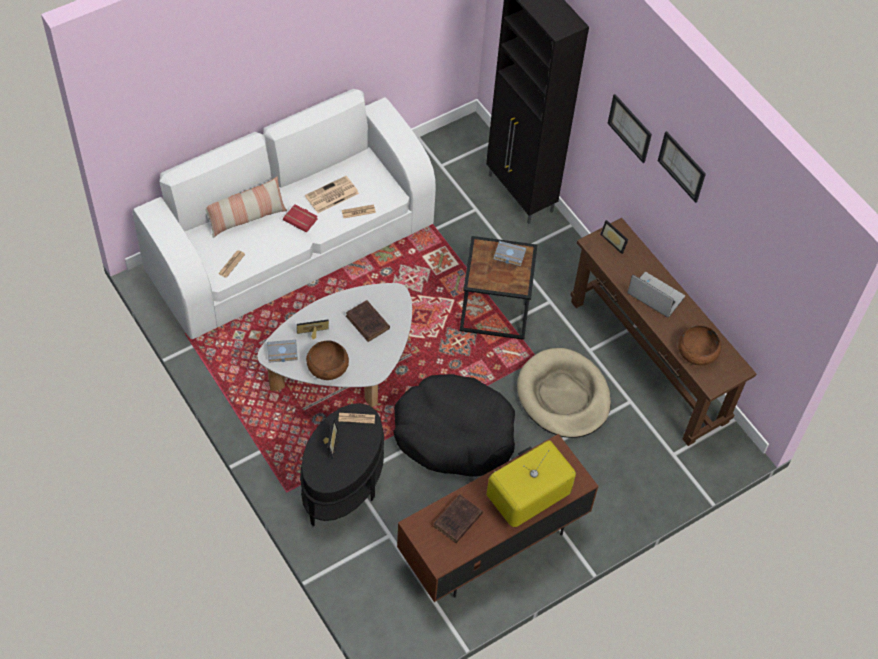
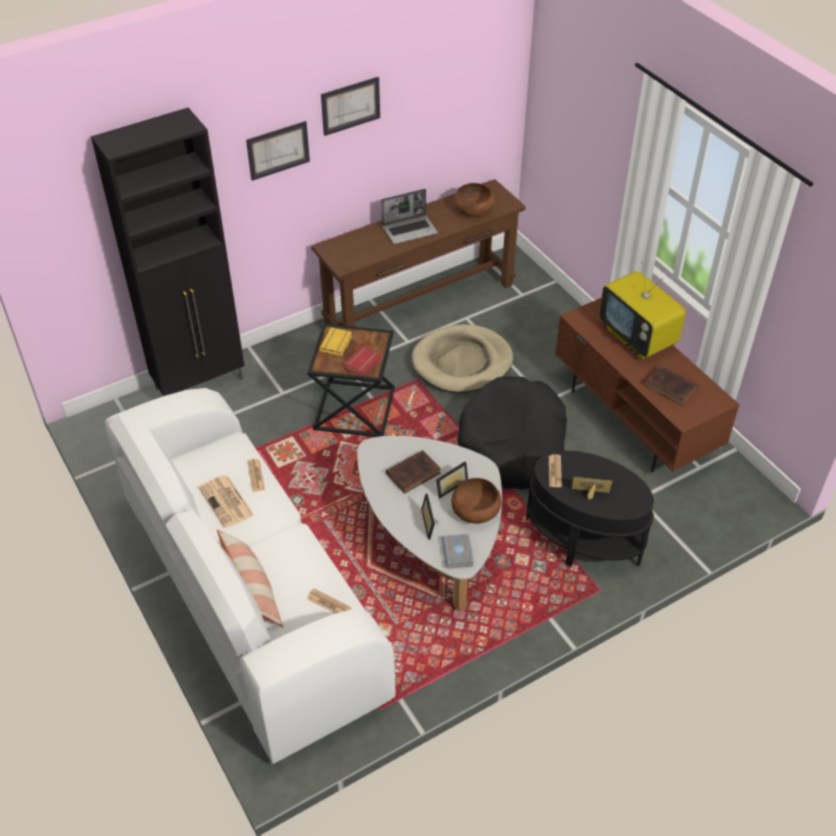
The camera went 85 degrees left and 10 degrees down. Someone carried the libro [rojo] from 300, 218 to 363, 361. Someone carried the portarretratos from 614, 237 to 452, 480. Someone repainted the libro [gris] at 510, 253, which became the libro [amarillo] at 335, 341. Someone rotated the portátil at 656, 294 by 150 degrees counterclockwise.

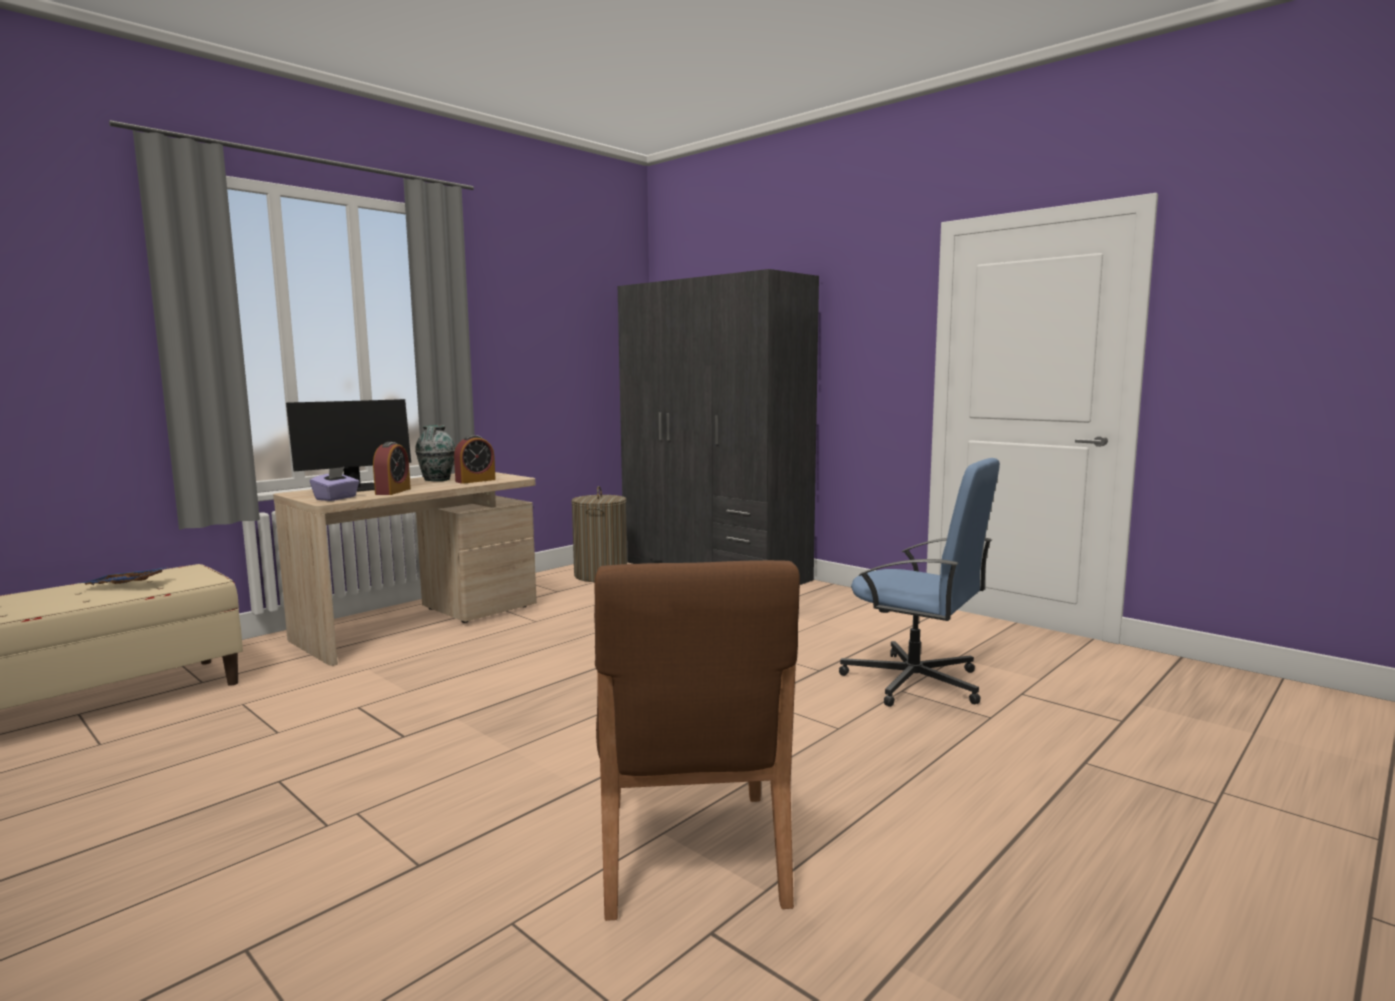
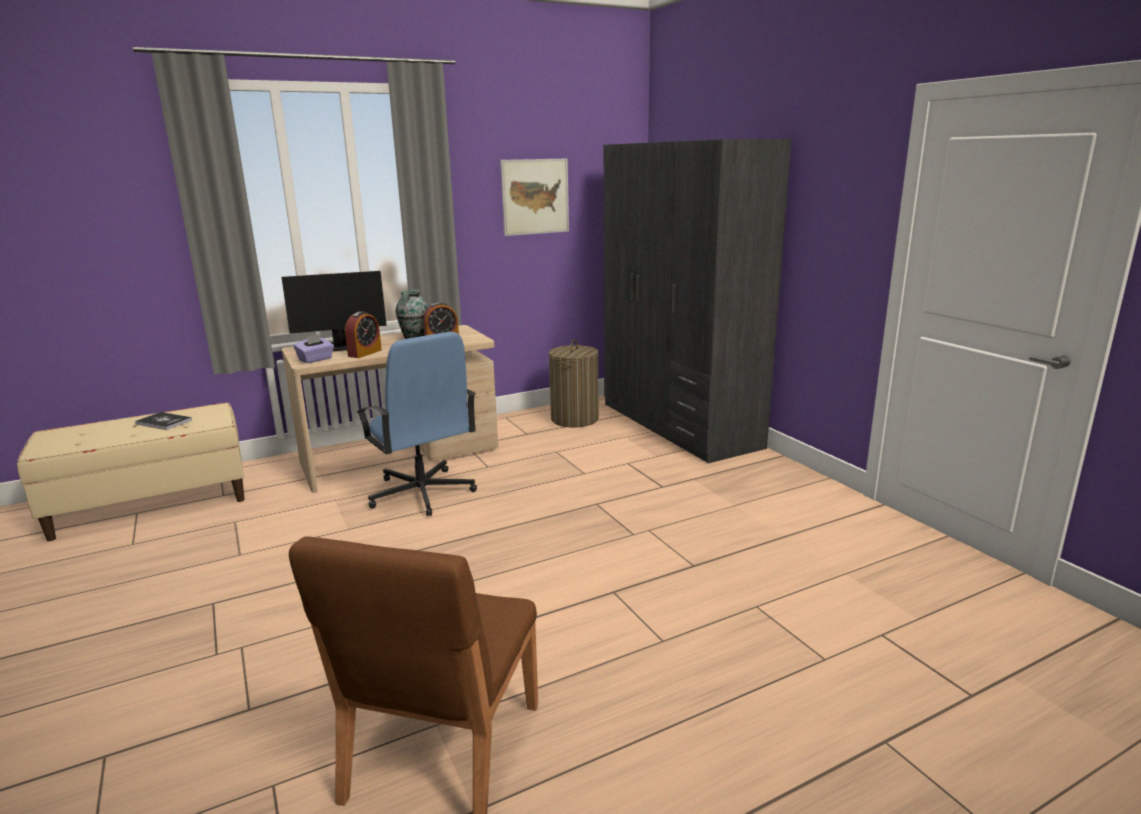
The camera went 20 degrees right and 10 degrees up. Someone carried the silla de oficina [azul] from 919, 582 to 416, 424. Someone swapped the bandeja [azul] at 124, 576 for the libro at 163, 421. Someone put up the cuadro at 534, 197.

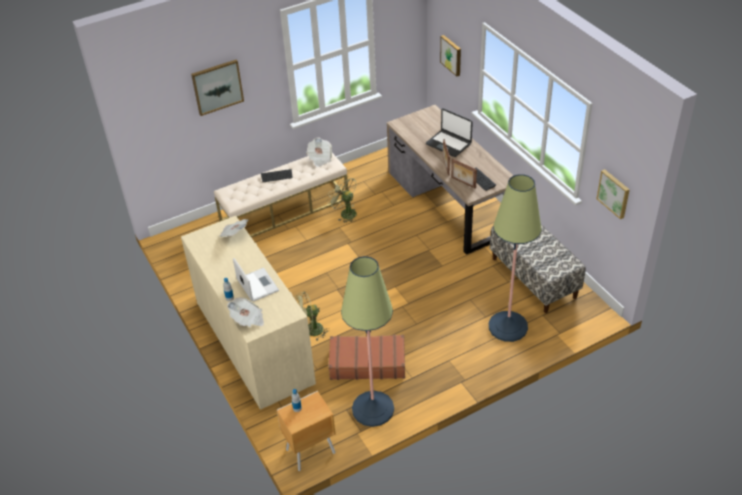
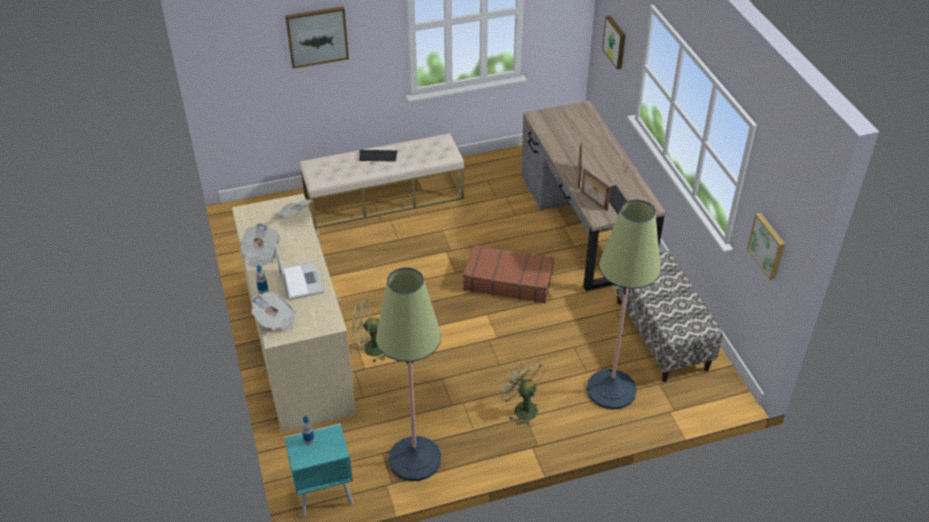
The camera went 10 degrees right and 0 degrees up. Someone took away the portátil at 449, 132. Someone carried the periódico from 319, 152 to 260, 245. Someone carried the ventilador [verde] from 342, 199 to 521, 392. Someone carried the maleta [marrón] from 366, 357 to 508, 274. Someone repainted the mesita de noche [marrón] at 306, 431, which became the mesita de noche [turquesa] at 319, 470.

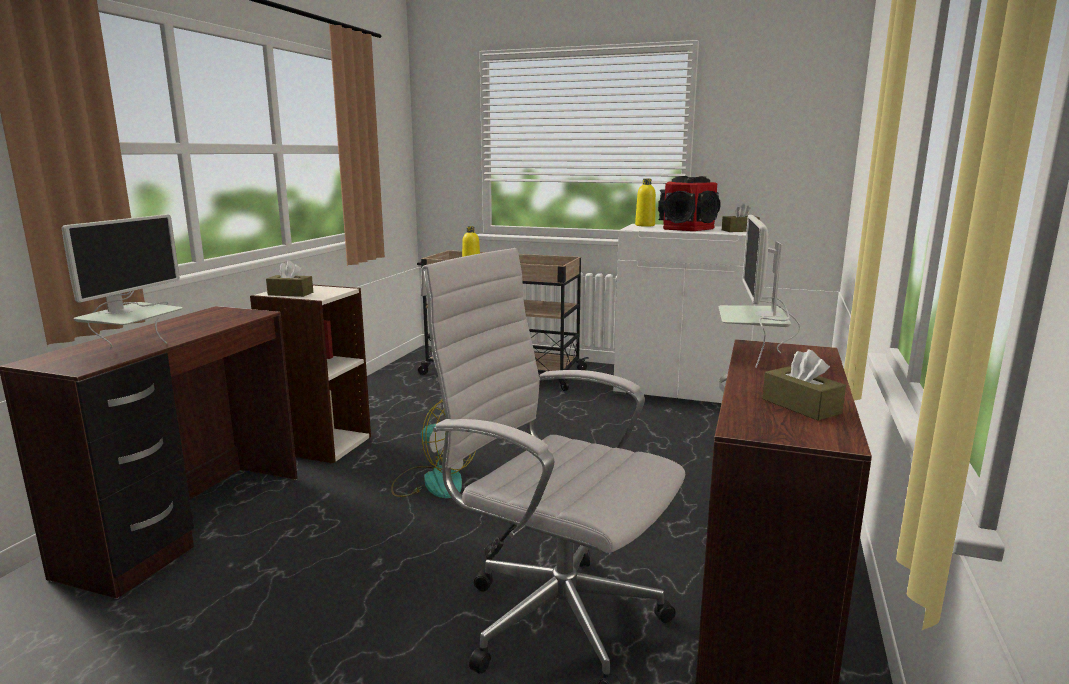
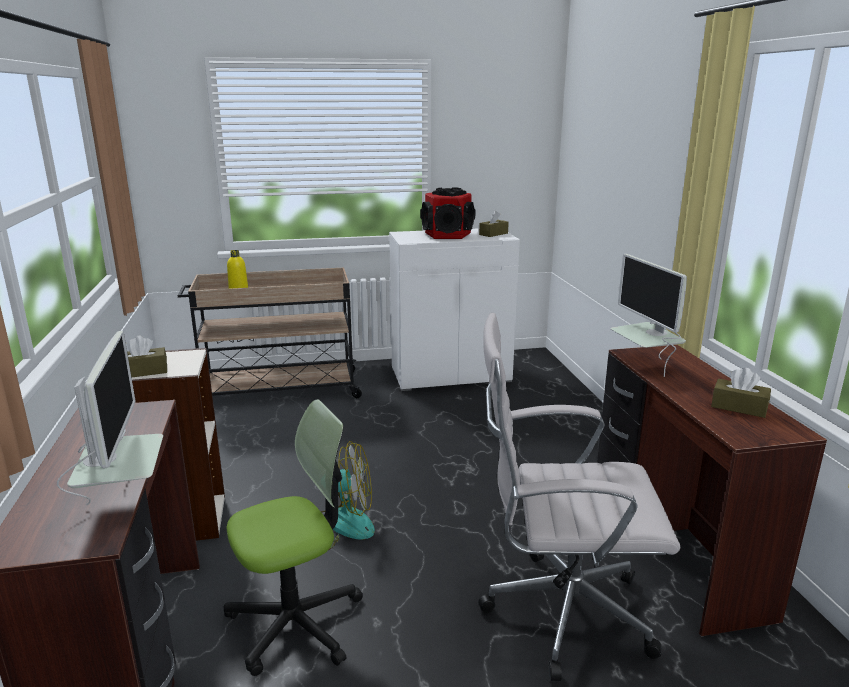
The camera went 30 degrees left and 5 degrees up. Someone took away the botella [amarillo] at 645, 202. Someone put down the silla de oficina at 293, 537.

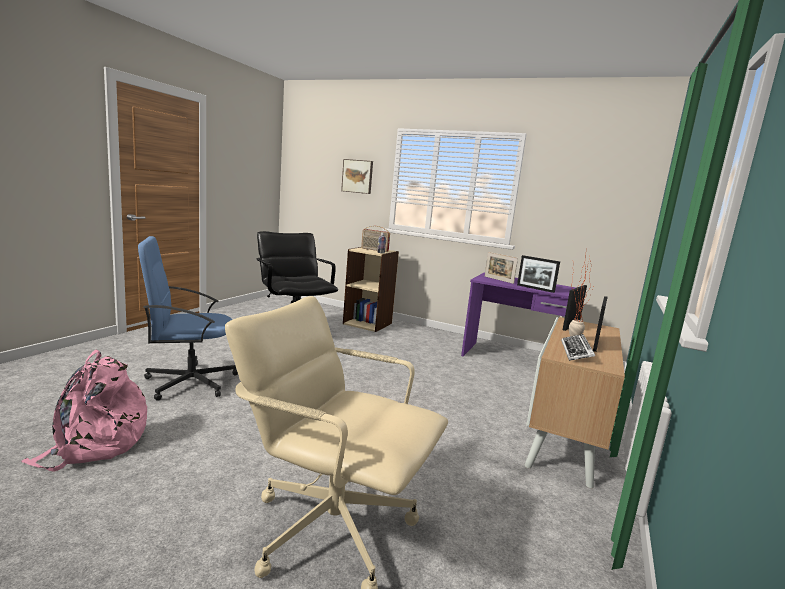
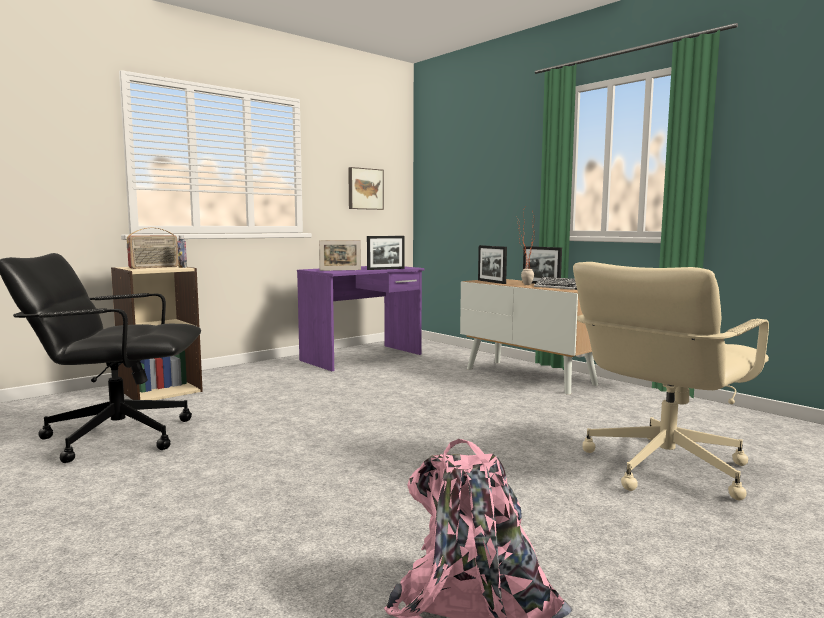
The camera went 65 degrees left and 5 degrees down. Someone carried the cuadro from 357, 176 to 366, 188. Someone took away the silla de oficina [azul] at 188, 318.

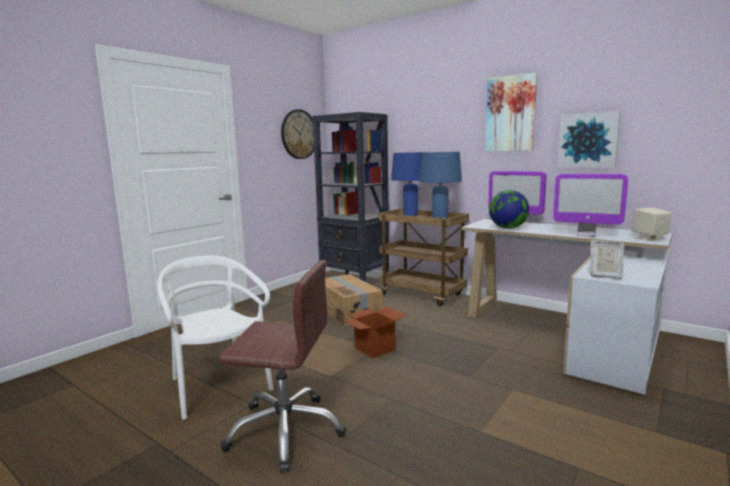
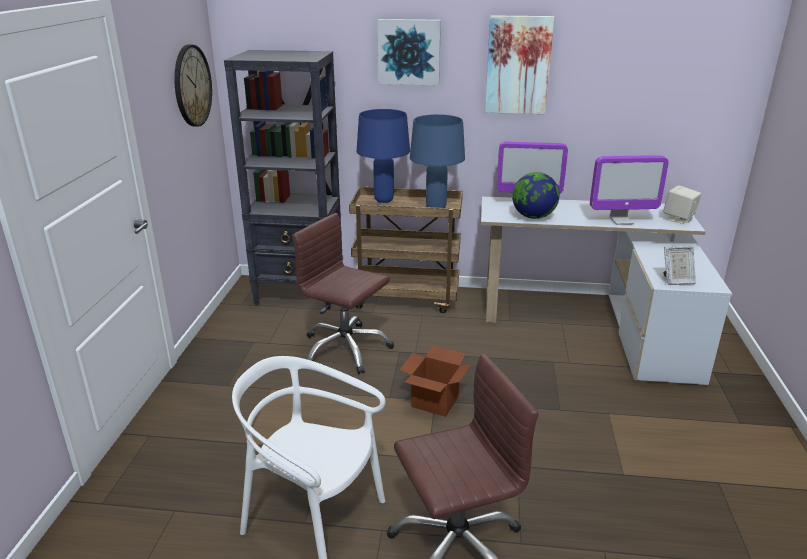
The camera went 30 degrees left and 15 degrees up. Someone carried the cuadro from 589, 139 to 409, 52. Someone swapped the caja de cartón at 354, 300 for the silla de oficina [marrón] at 343, 293.

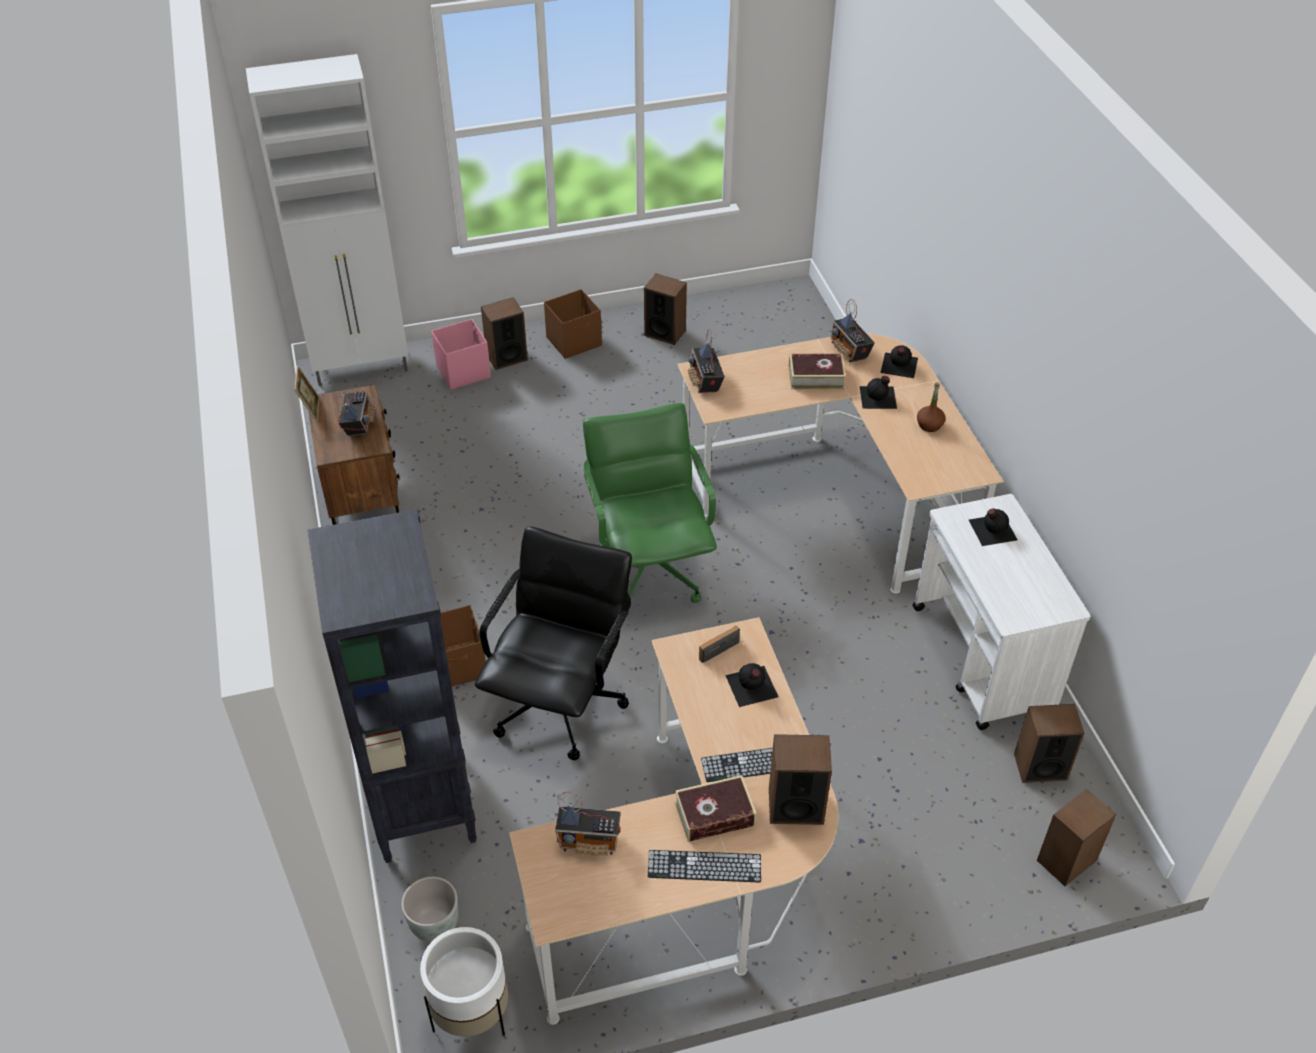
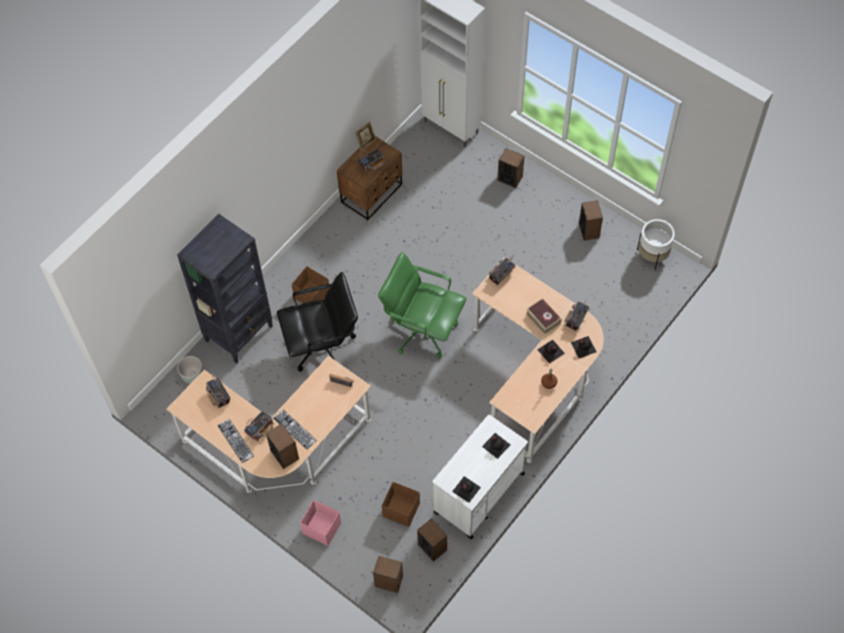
The camera went 55 degrees right and 15 degrees up. Someone carried the caja de almacenaje [marrón] from 573, 324 to 400, 504. Someone carried the caja de almacenaje [rosa] from 461, 354 to 320, 523. Someone rotated the silla de oficina [verde] at 650, 509 by 105 degrees counterclockwise. Someone carried the botella [negro] from 752, 685 to 466, 489. Someone swapped the libro at 716, 808 for the radio at 259, 426. Someone carried the maceta [blanco] from 464, 982 to 656, 244.

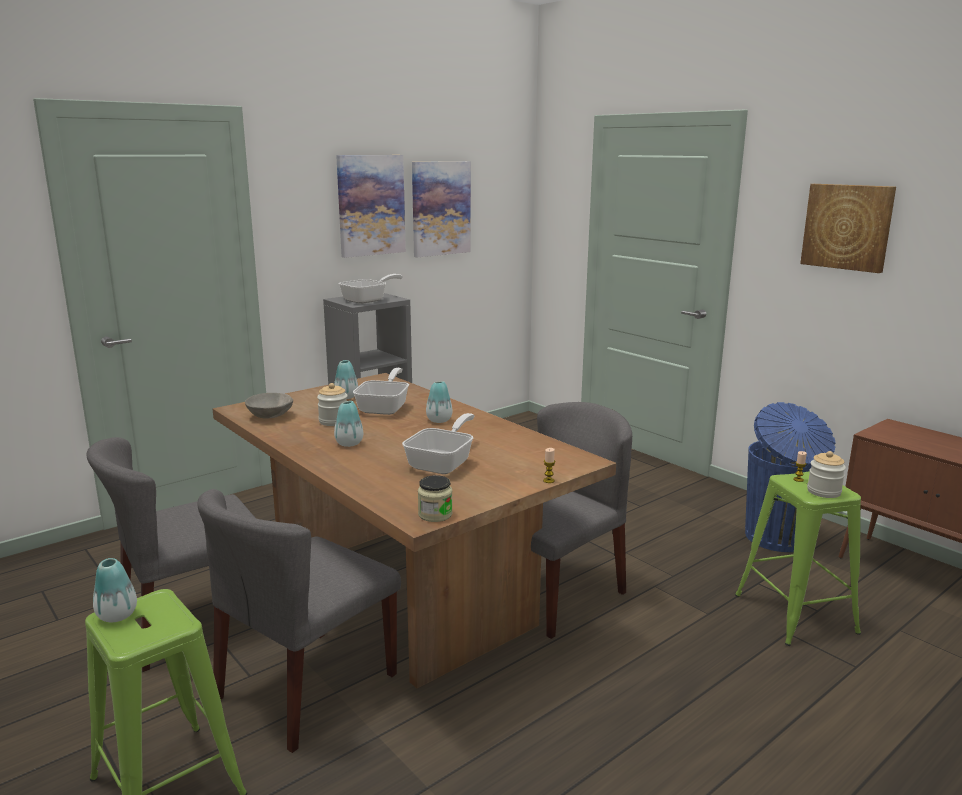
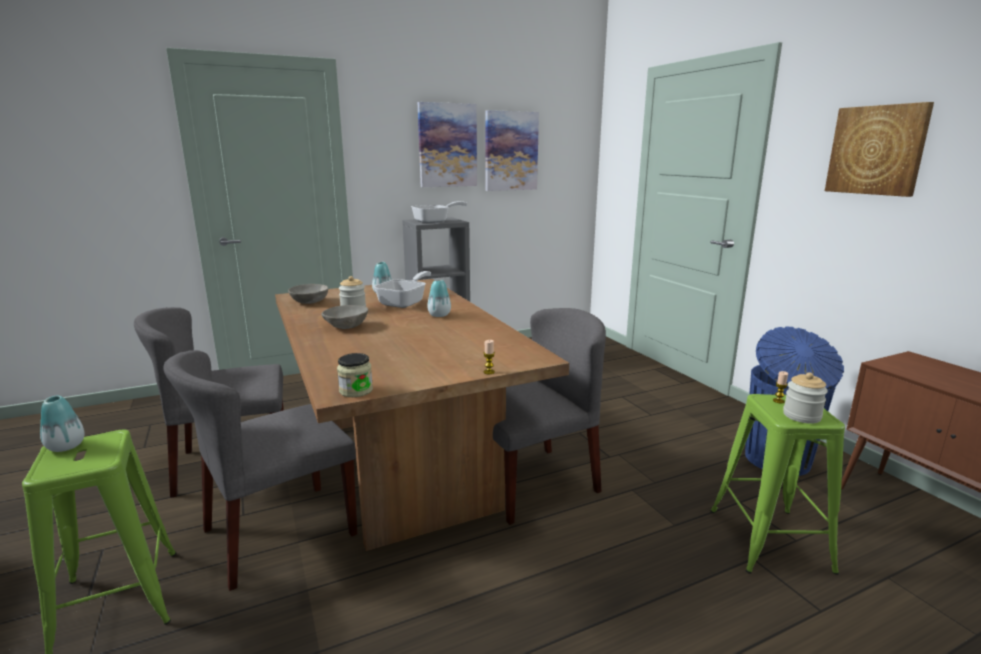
The camera went 15 degrees right and 0 degrees up. Someone swapped the florero at 348, 424 for the cuenco [gris] at 344, 317. Someone took away the sartén at 438, 443.

